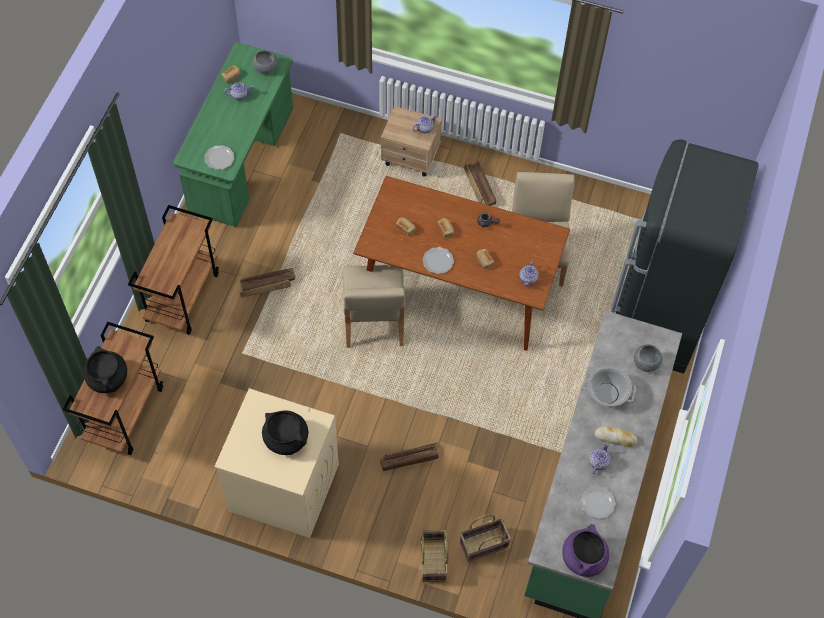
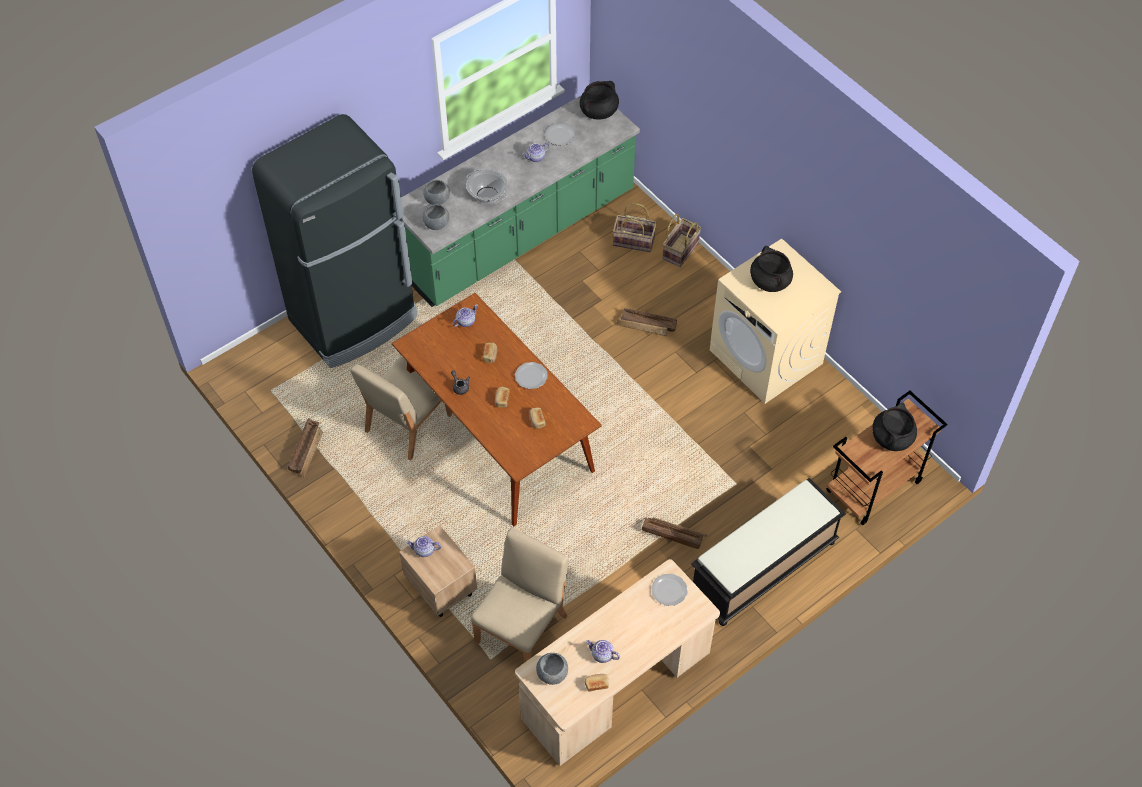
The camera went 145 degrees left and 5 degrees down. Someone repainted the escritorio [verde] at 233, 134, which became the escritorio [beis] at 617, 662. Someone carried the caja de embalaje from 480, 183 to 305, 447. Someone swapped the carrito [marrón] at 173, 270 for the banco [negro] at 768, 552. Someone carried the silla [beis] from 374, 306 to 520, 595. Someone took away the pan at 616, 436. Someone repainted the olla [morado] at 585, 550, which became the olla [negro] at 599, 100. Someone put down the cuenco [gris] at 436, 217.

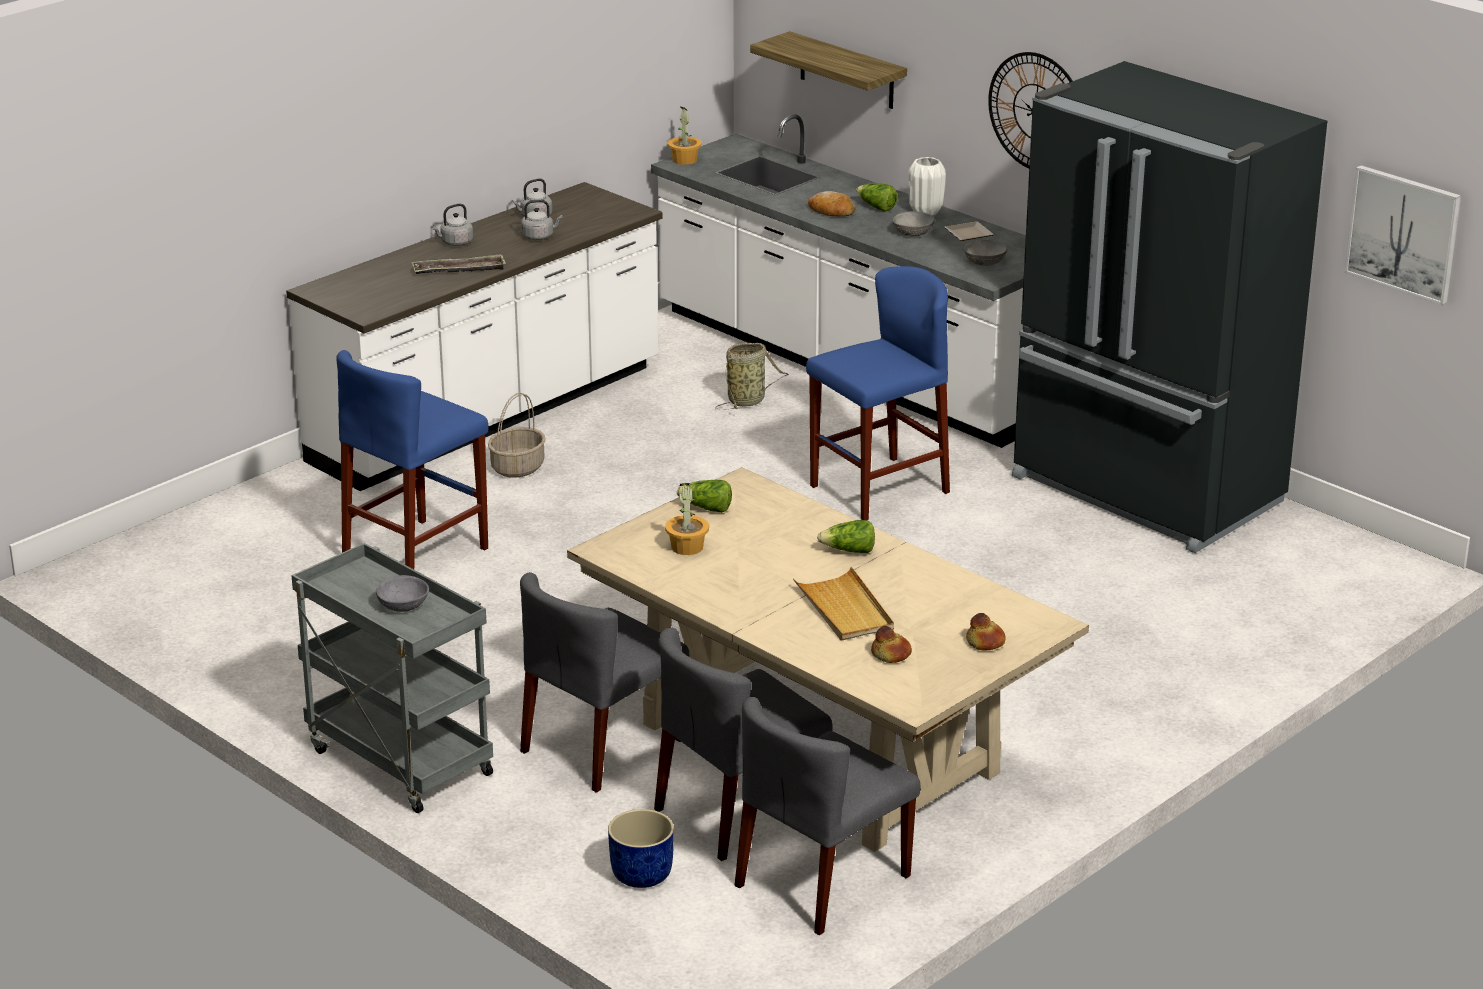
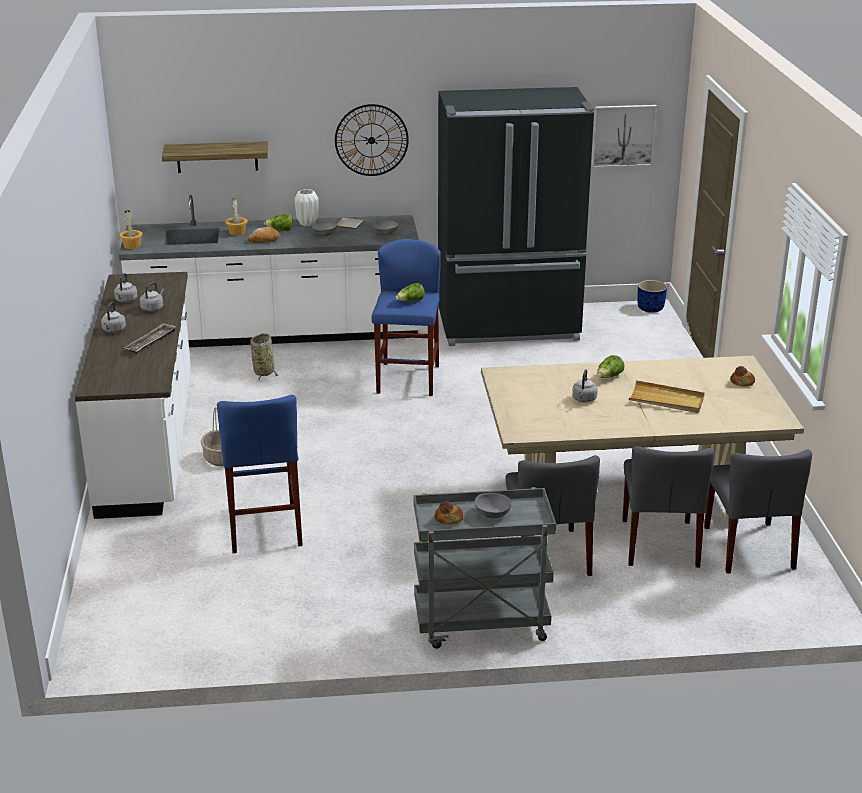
The camera went 50 degrees left and 0 degrees up. Someone carried the lechuga from 704, 496 to 410, 292. Someone carried the planta en maceta from 687, 519 to 236, 217. Someone carried the pan from 891, 644 to 449, 512. Someone carried the maceta [azul] from 641, 848 to 652, 296. Someone put down the hervidor [gris] at 585, 385.

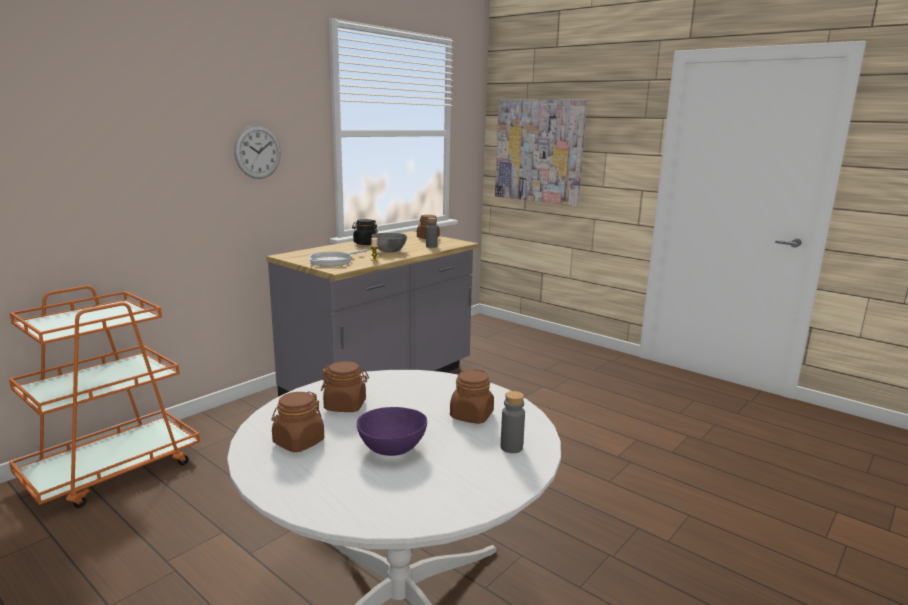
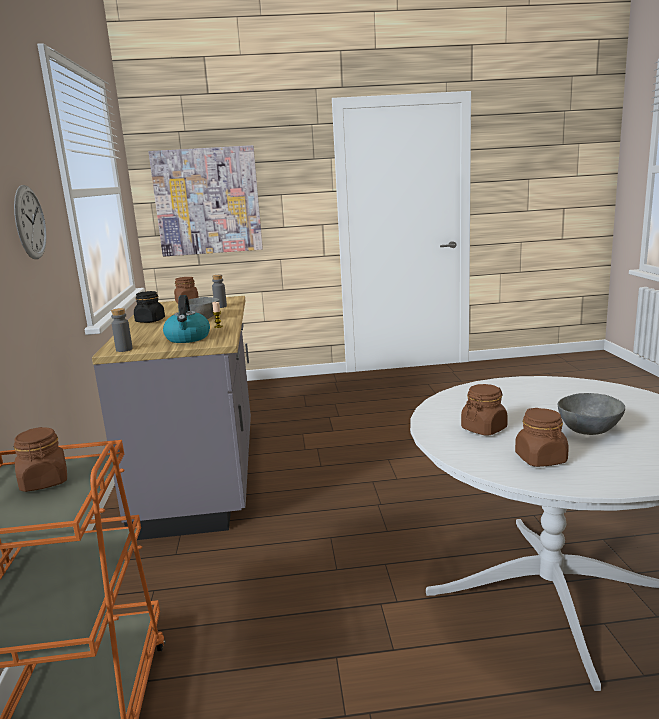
The camera went 45 degrees left and 0 degrees up. Someone swapped the sartén at 338, 257 for the hervidor at 186, 319. Someone carried the tarro [marrón] from 472, 396 to 40, 459. Someone carried the botella [gris] from 513, 422 to 122, 330. Someone repainted the cuenco [morado] at 392, 431, which became the cuenco [gris] at 591, 414.

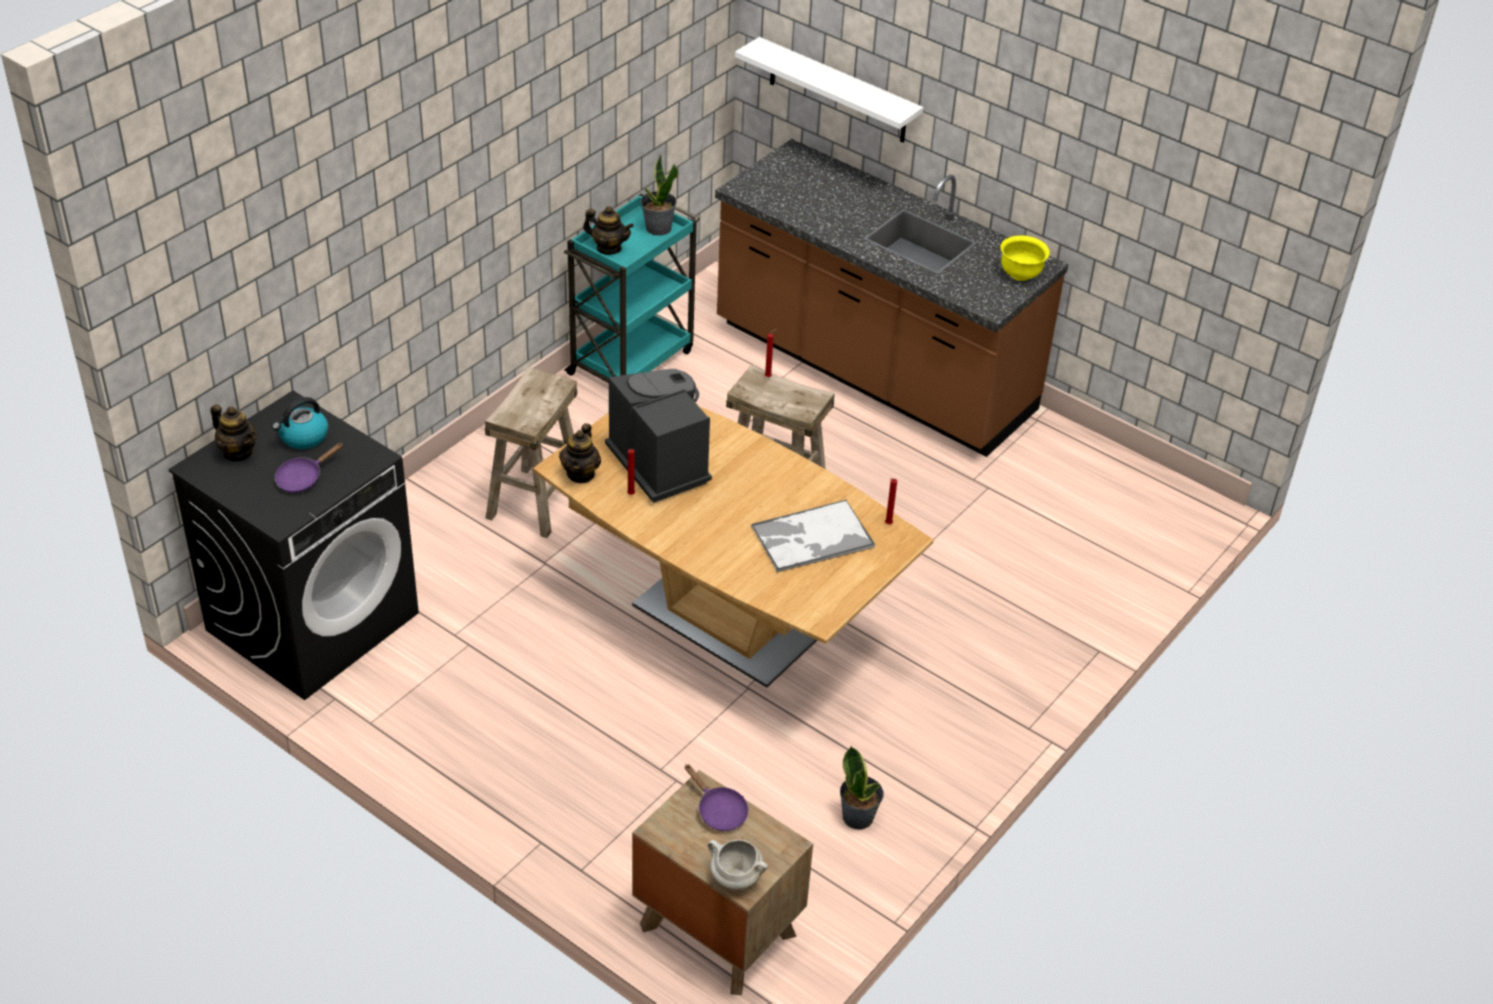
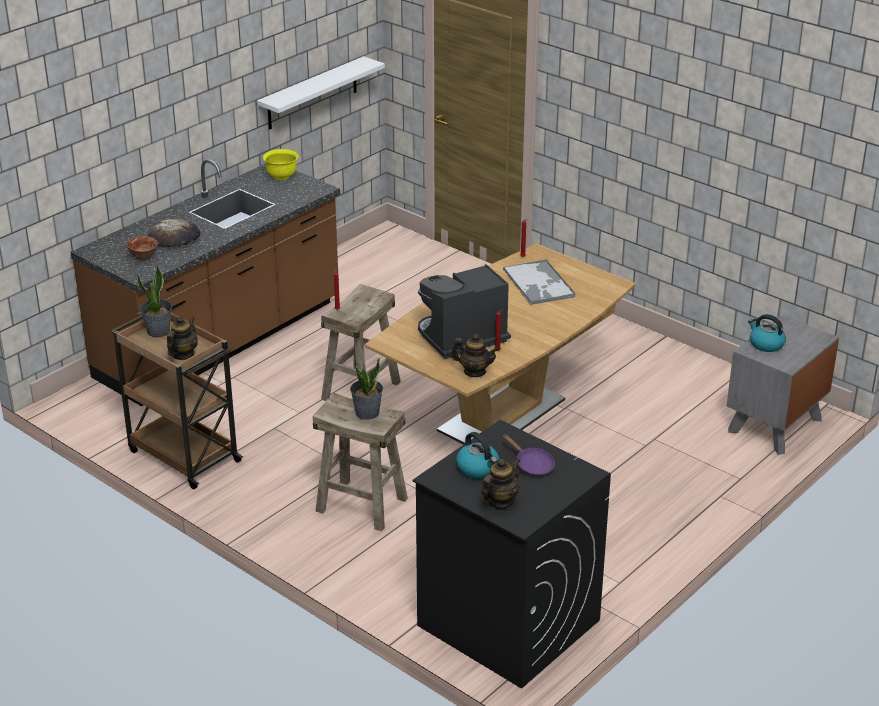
The camera went 85 degrees left and 10 degrees down. Someone carried the estante [blanco] from 829, 90 to 321, 93. Someone repainted the carrito [turquesa] at 631, 288, which became the carrito [marrón] at 177, 401. Someone carried the planta en maceta from 862, 788 to 366, 389. Someone swapped the sartén [morado] at 716, 797 for the hervidor at 767, 333. Someone repainted the mesita de noche [marrón] at 722, 882, which became the mesita de noche [gris] at 783, 385. Someone took away the olla [blanco] at 738, 864. Someone put down the pan at 174, 233. Someone put down the cuenco at 142, 248.

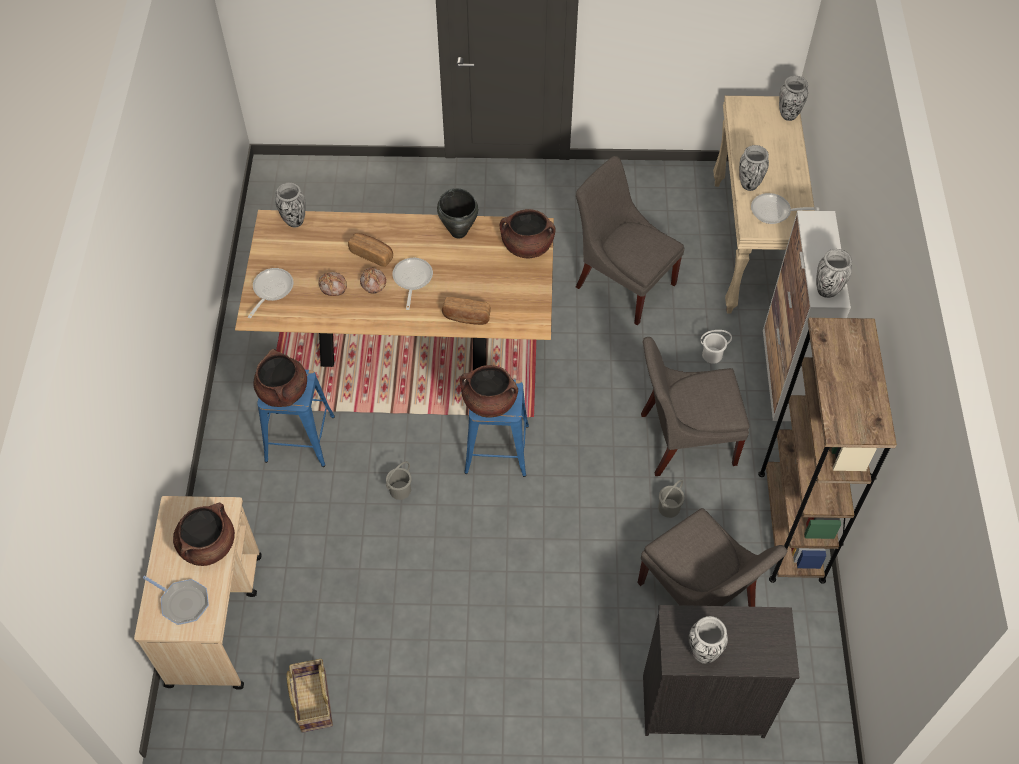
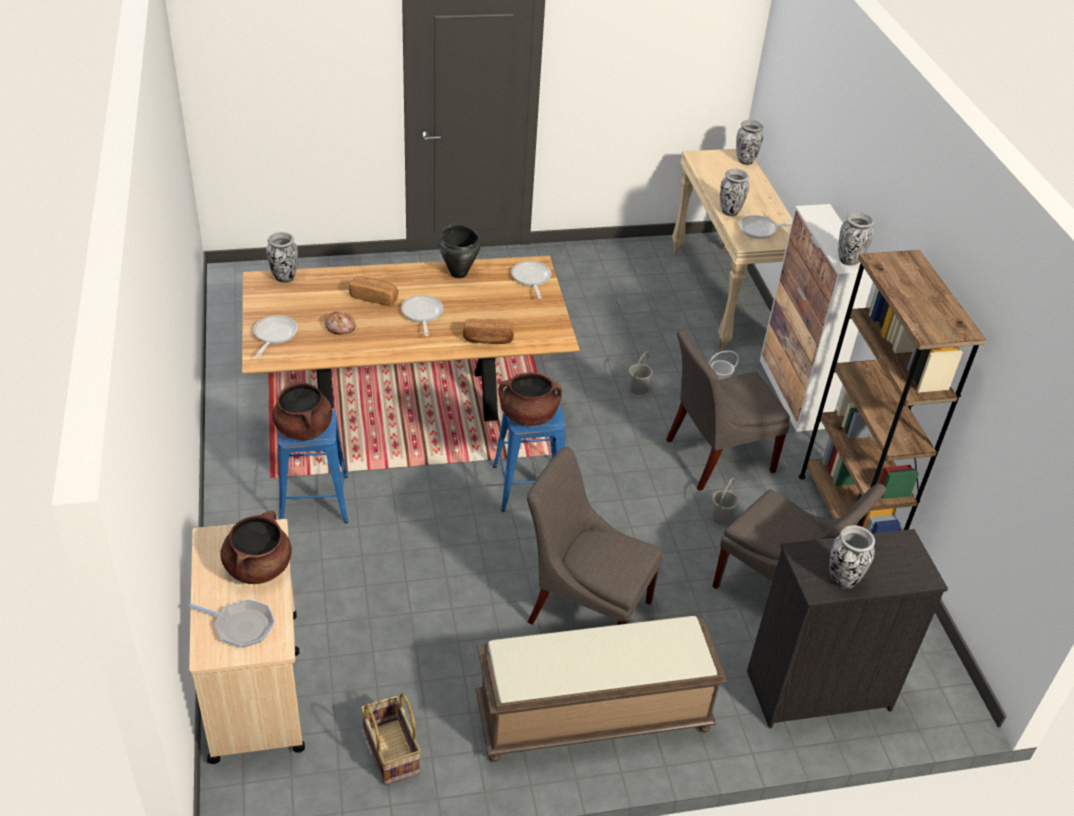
The camera went 15 degrees left and 15 degrees down. Someone carried the silla [gris] from 630, 240 to 595, 536. Someone swapped the olla [marrón] at 528, 233 for the sartén at 531, 280. Someone took away the pan at 373, 280. Someone carried the cubo [gris] from 399, 480 to 640, 373. Someone put down the banco [marrón] at 601, 689.

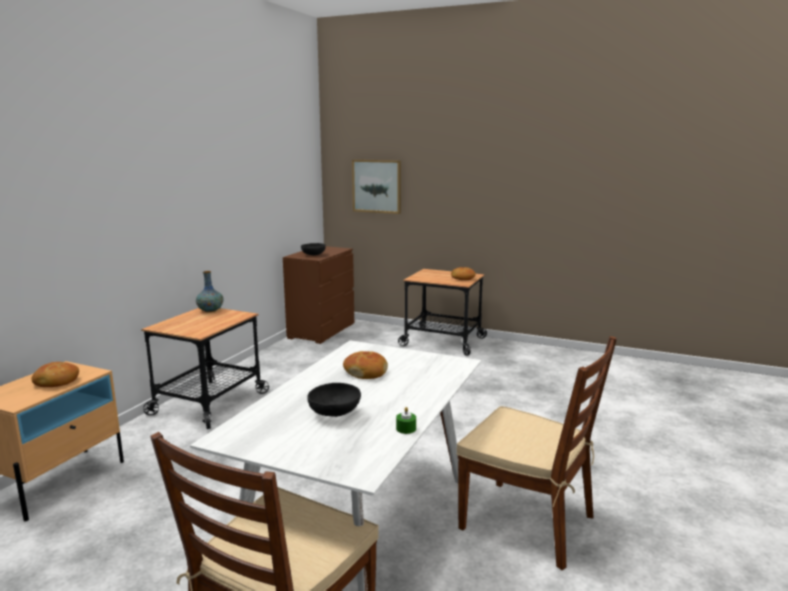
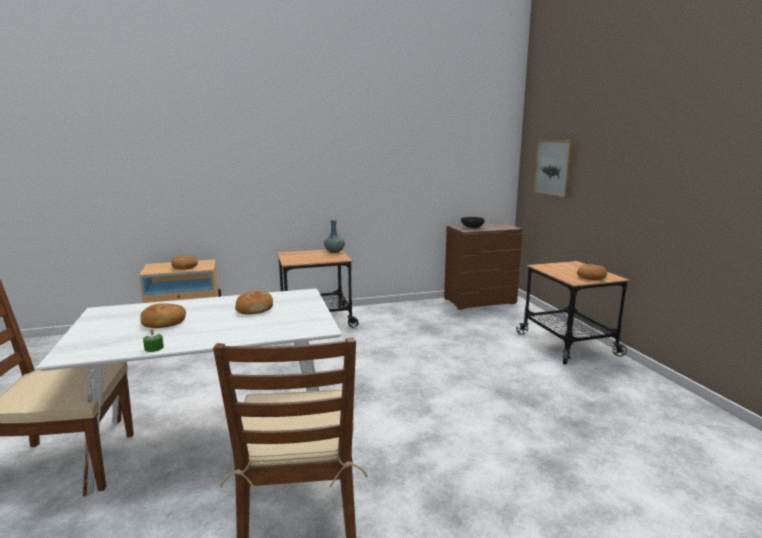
The camera went 50 degrees right and 0 degrees up. Someone swapped the cuenco [negro] at 334, 400 for the pan at 163, 315.

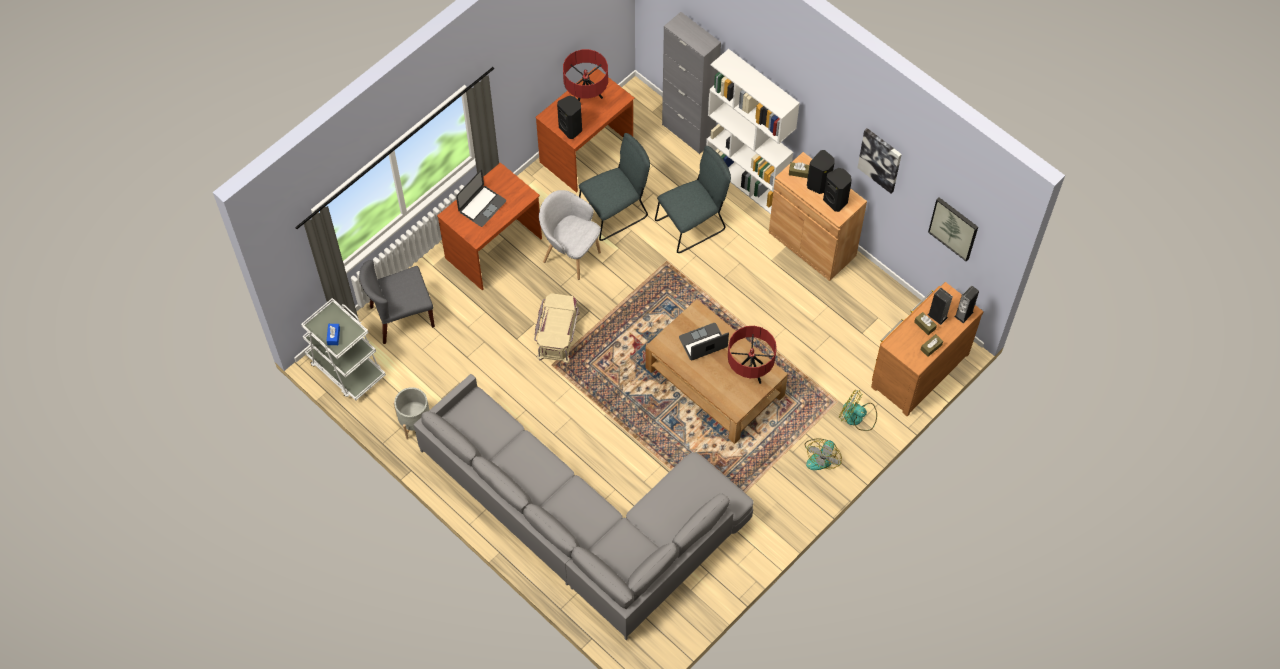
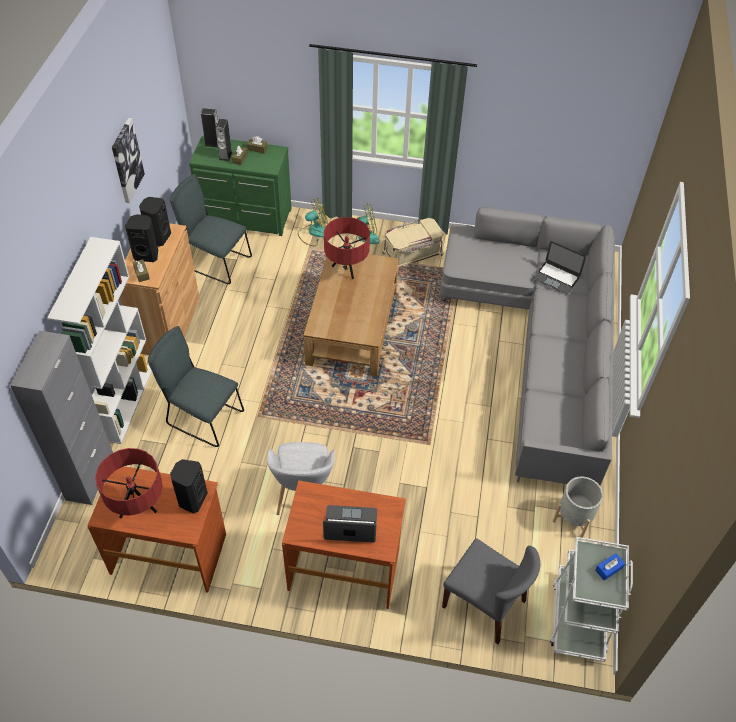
The camera went 125 degrees left and 10 degrees down. Someone carried the silla [gris] from 614, 187 to 211, 229. Someone took away the cuadro at 953, 229. Someone repainted the cómoda [marrón] at 927, 349, which became the cómoda [verde] at 240, 186. Someone carried the caja de almacenaje [beis] from 557, 328 to 413, 243. Someone carried the portátil from 704, 342 to 559, 267. Someone rotated the ventilador at 858, 410 by 105 degrees counterclockwise.

